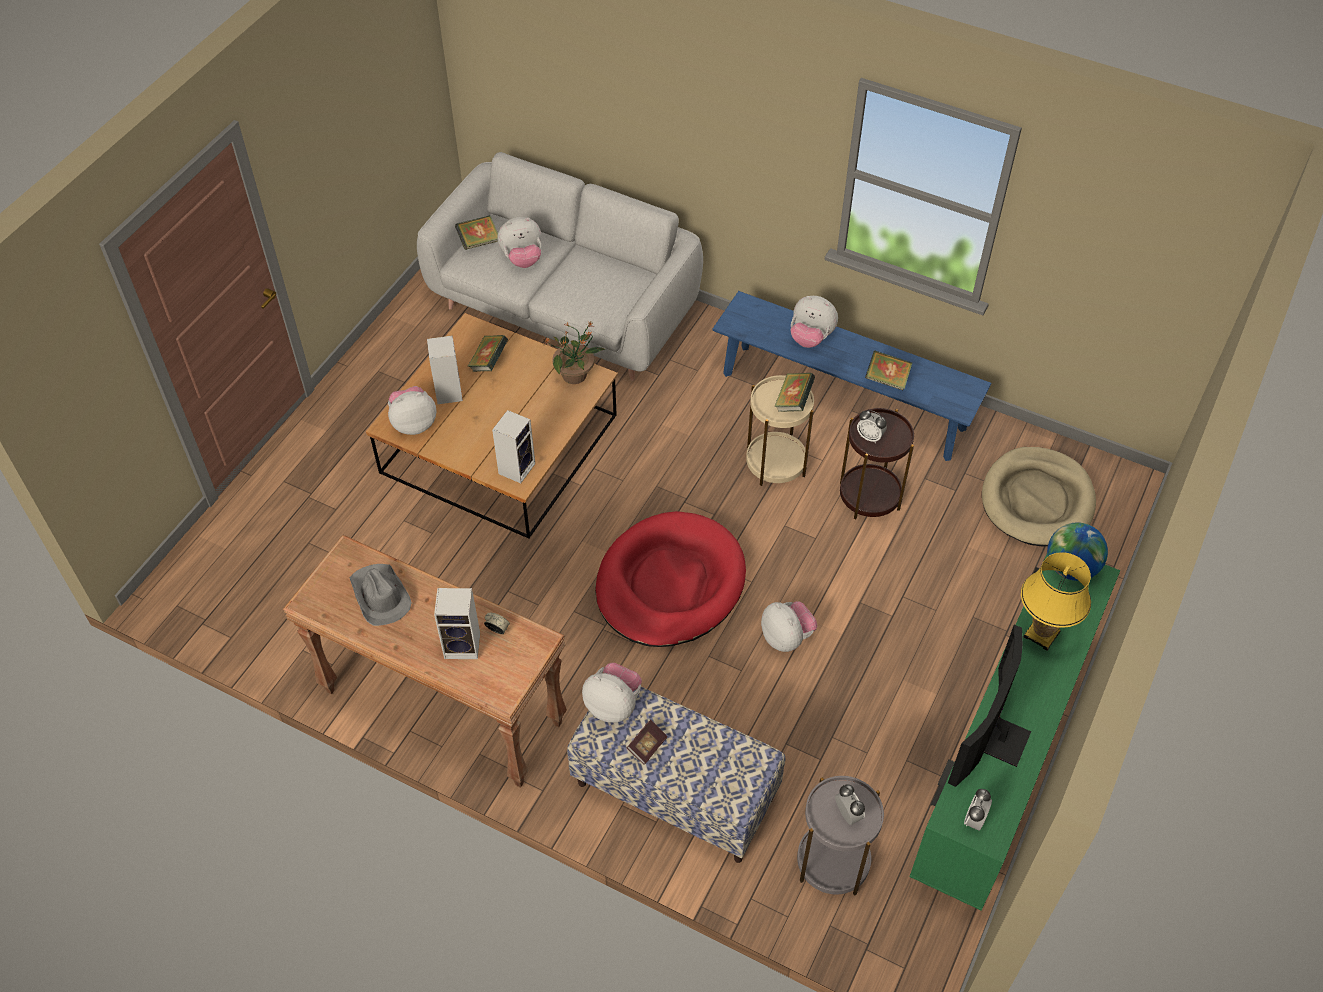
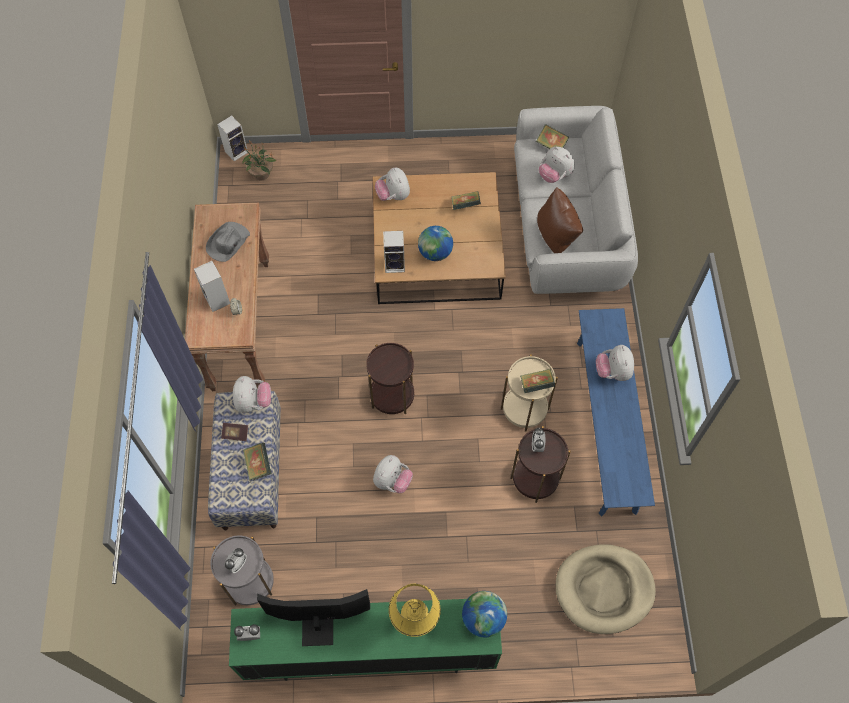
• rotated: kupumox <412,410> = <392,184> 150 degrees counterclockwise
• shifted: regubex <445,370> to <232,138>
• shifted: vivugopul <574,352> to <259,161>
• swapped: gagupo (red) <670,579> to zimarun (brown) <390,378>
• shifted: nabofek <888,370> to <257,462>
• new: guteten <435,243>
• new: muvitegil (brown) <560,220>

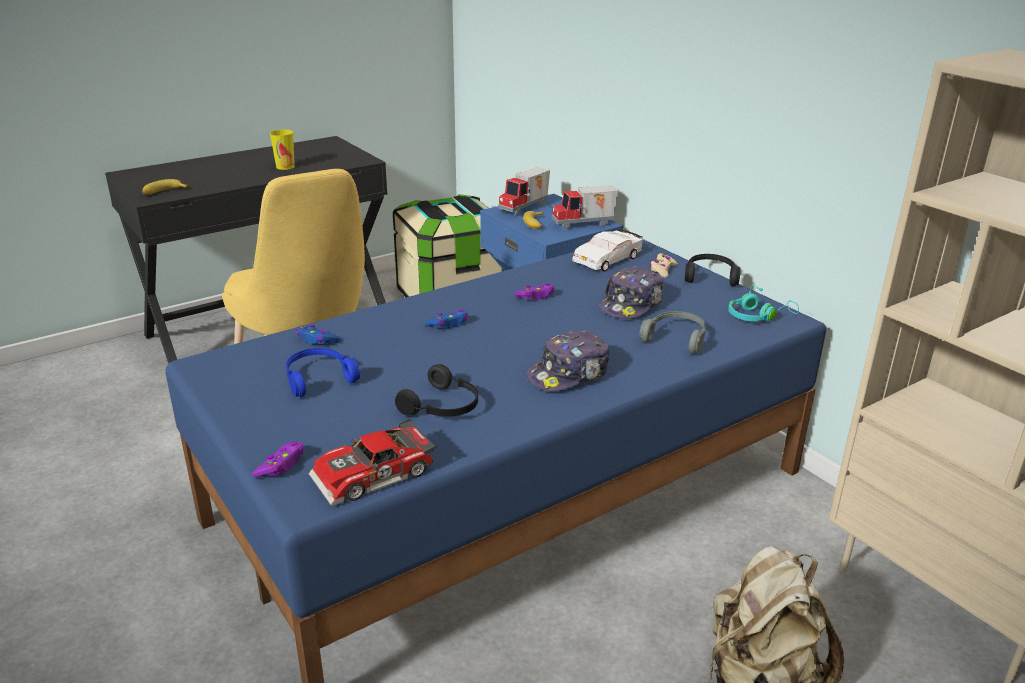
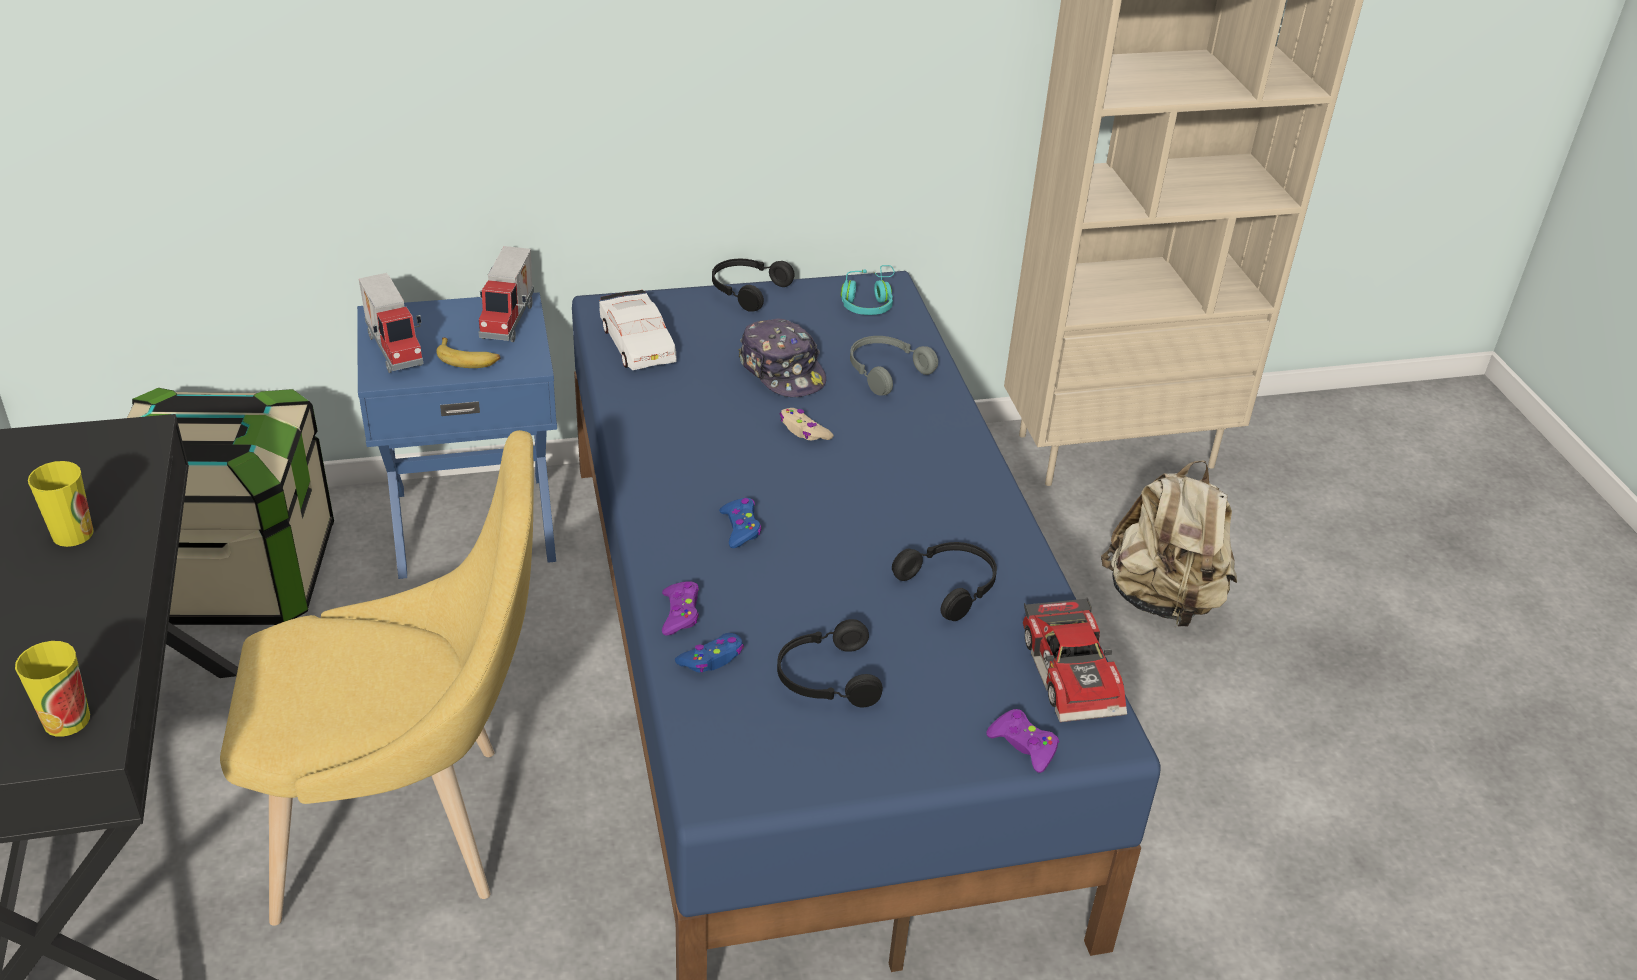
• swapped: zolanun <166,187> to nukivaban <52,689>
• repainted: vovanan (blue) <323,372> to vovanan (black) <830,663>
• shifted: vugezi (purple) <534,291> to <680,608>
• gone: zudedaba <568,361>
• shifted: vugezi (beige) <664,265> to <807,424>

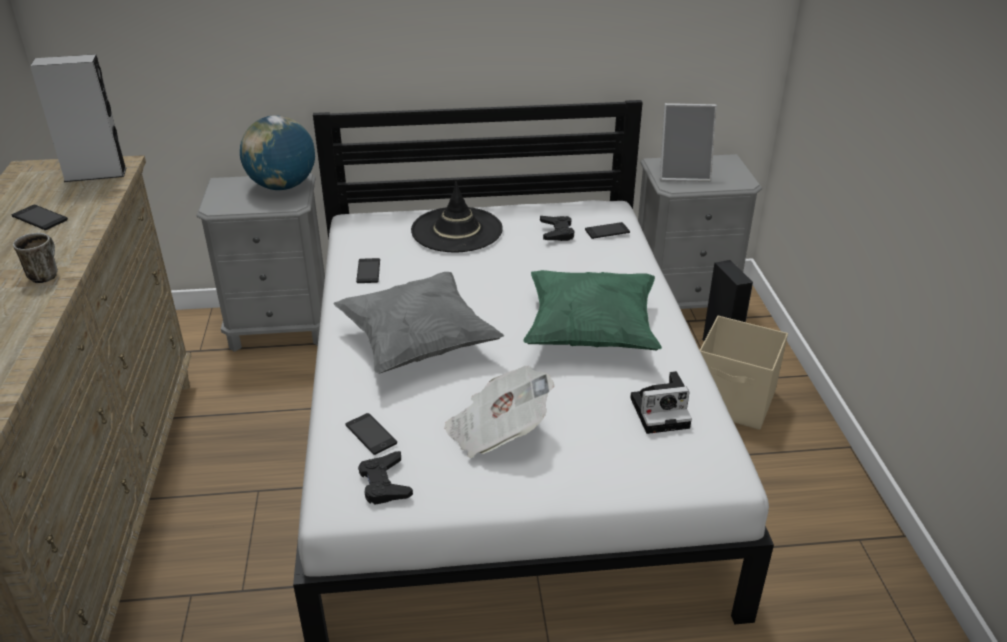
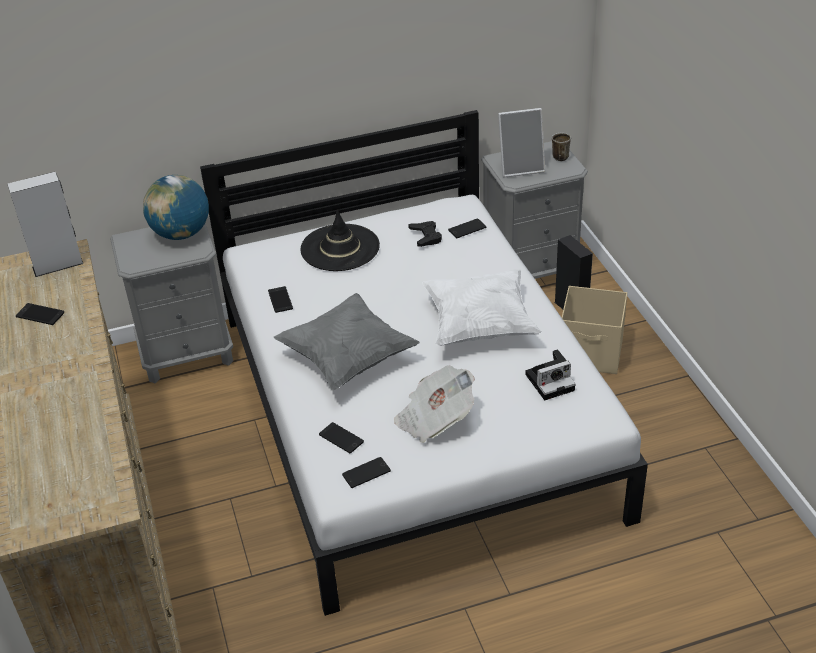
• shifted: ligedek <35,258> to <561,147>
• swapped: vugezi (black) <385,478> to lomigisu <366,472>
• repainted: muvitegil (green) <592,310> to muvitegil (white) <482,307>

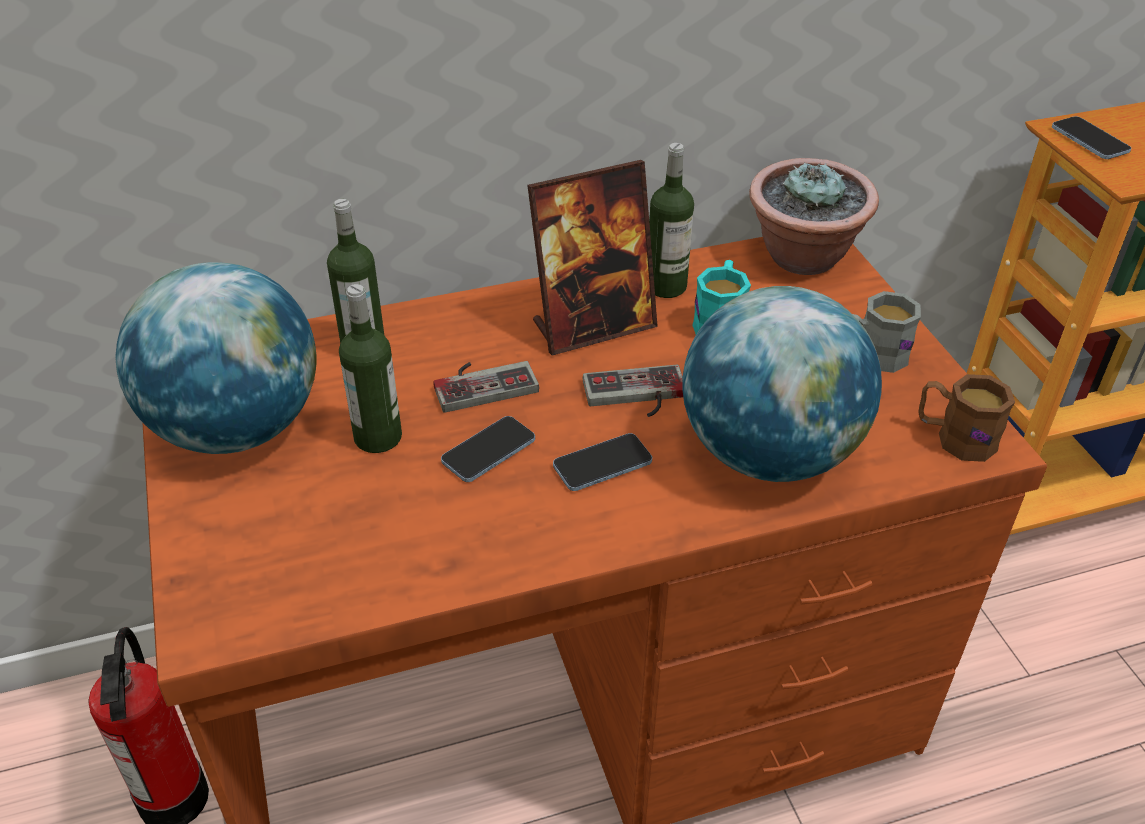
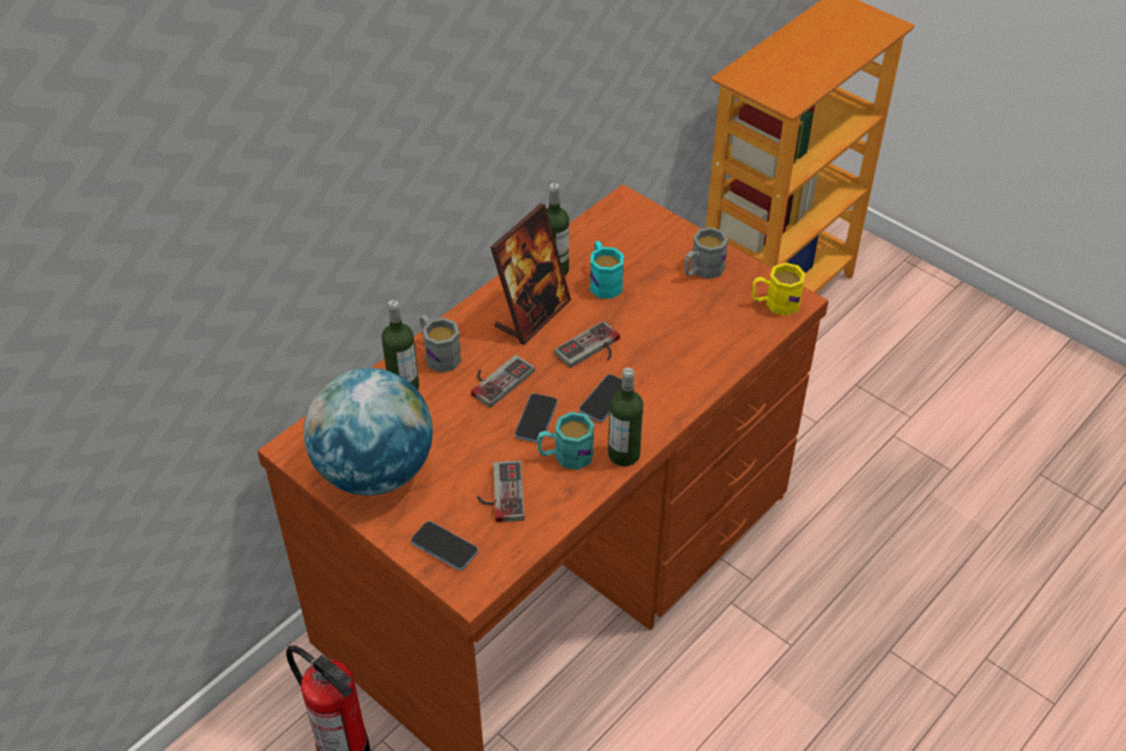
• shifted: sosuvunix <370,368> to <625,416>
• gone: guteten <782,384>
• gone: vivugopul <814,216>
• repainted: ligedek (brown) <966,418> to ligedek (yellow) <779,289>
• shifted: lomigisu <1091,137> to <444,546>
• new: ligedek (grey) <441,344>
• new: vugezi <501,491>
• new: ligedek (turquoise) <565,441>

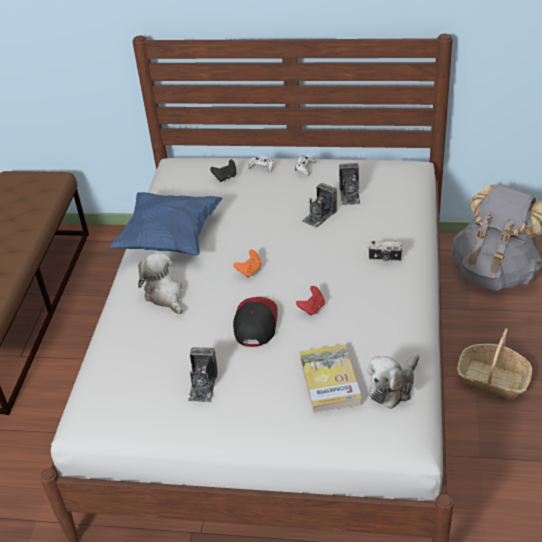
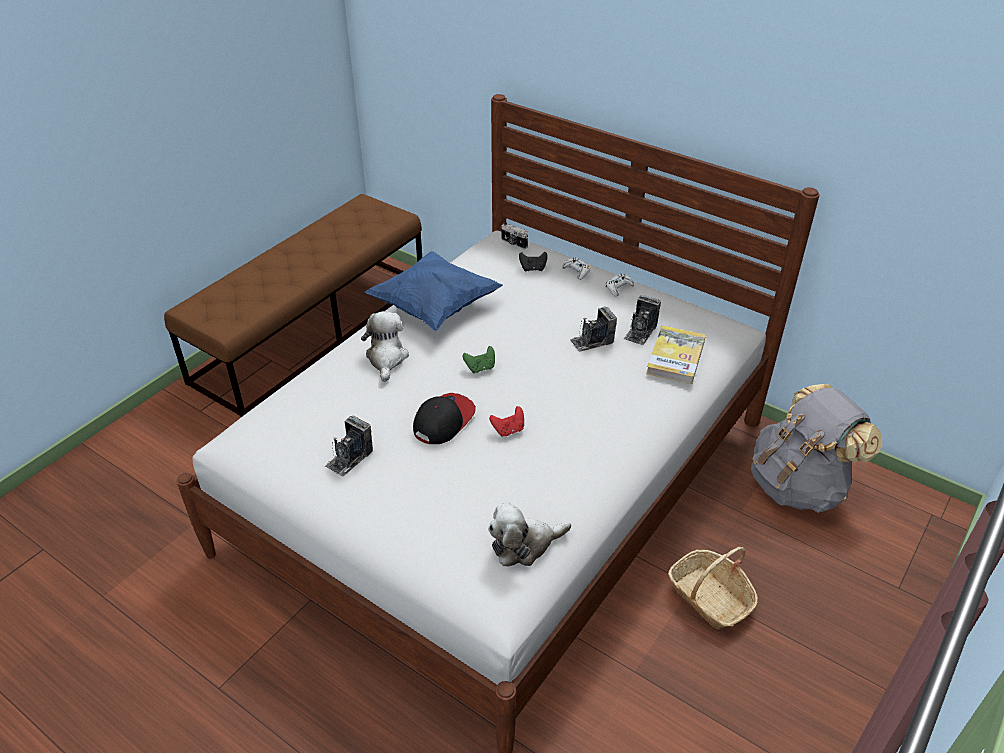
• repainted: vugezi (orange) <248,263> to vugezi (green) <479,359>
• shifted: nabofek <330,378> to <676,354>
• shifted: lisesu <385,251> to <514,236>

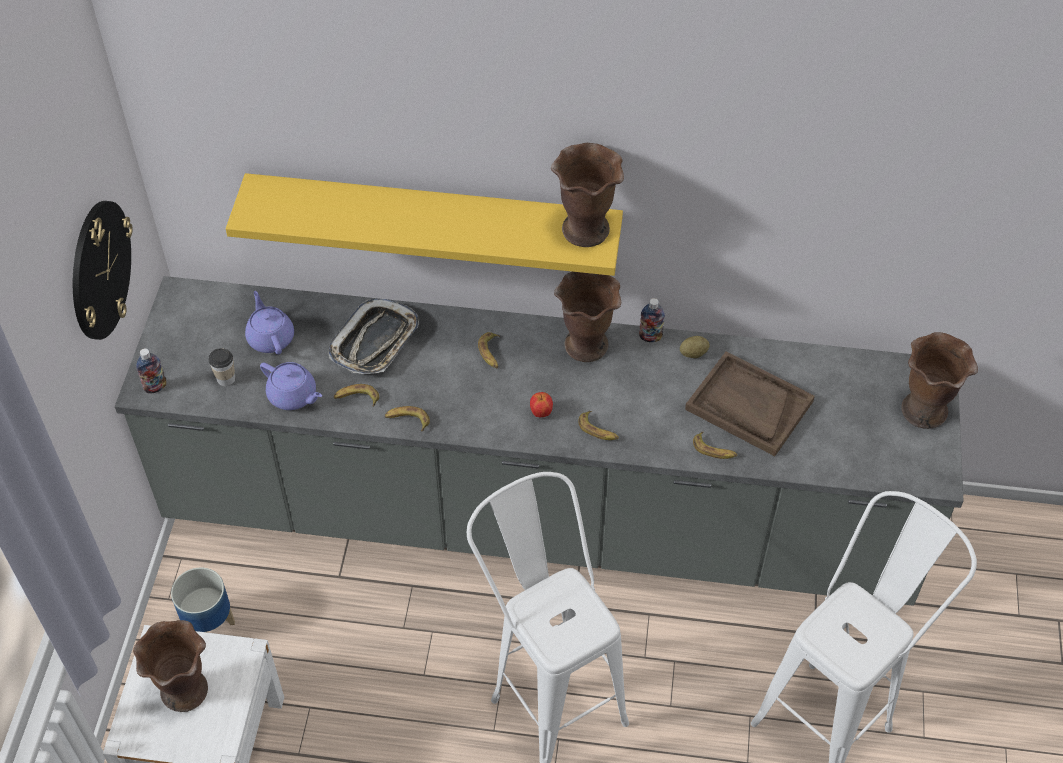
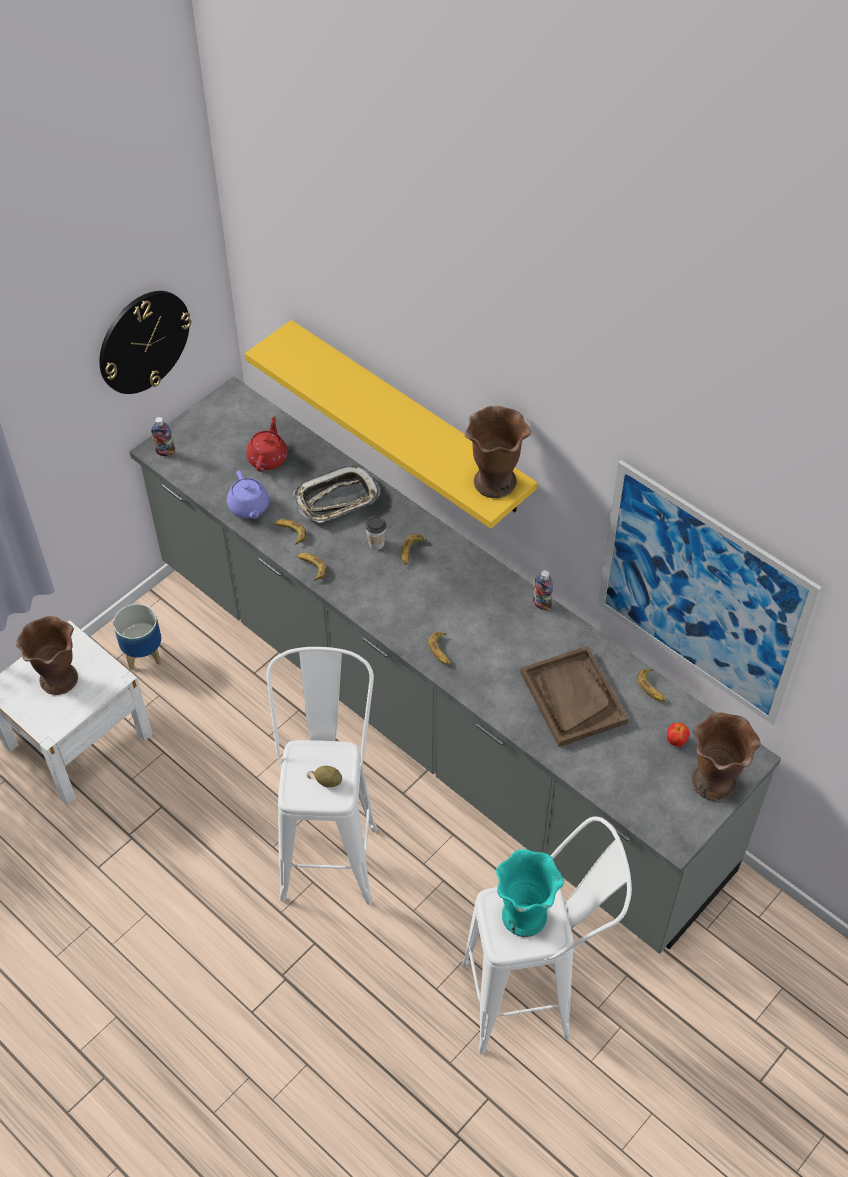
• shifted: nukivaban <221,367> to <375,533>
• repainted: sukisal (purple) <269,323> to sukisal (red) <267,444>
• shifted: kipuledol <541,404> to <678,735>
• gone: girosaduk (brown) <587,317>
• shifted: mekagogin <695,347> to <328,776>
• shifted: zolanun <715,445> to <651,685>
• new: girosaduk (turquoise) <530,893>
• new: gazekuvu <710,593>

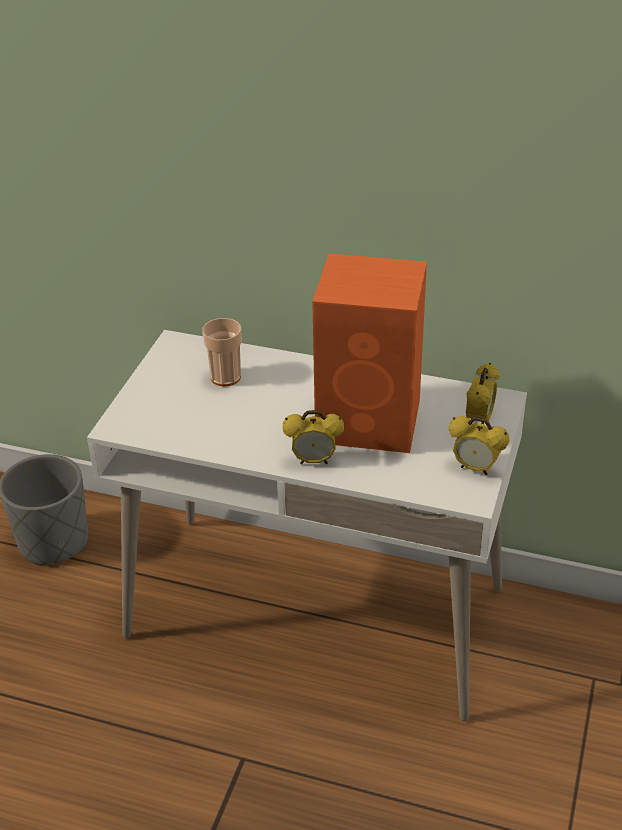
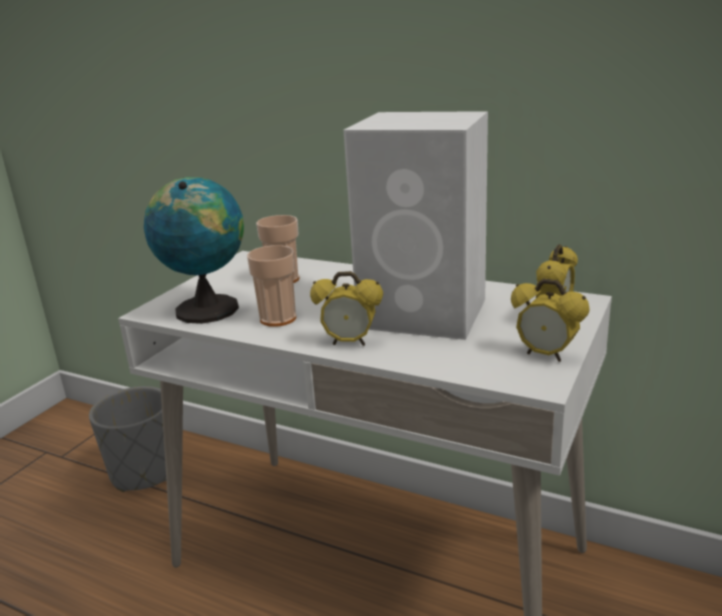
• repainted: regubex (orange) <369,353> to regubex (white) <416,225>
• new: guteten <194,250>
• new: nukivaban <272,286>

